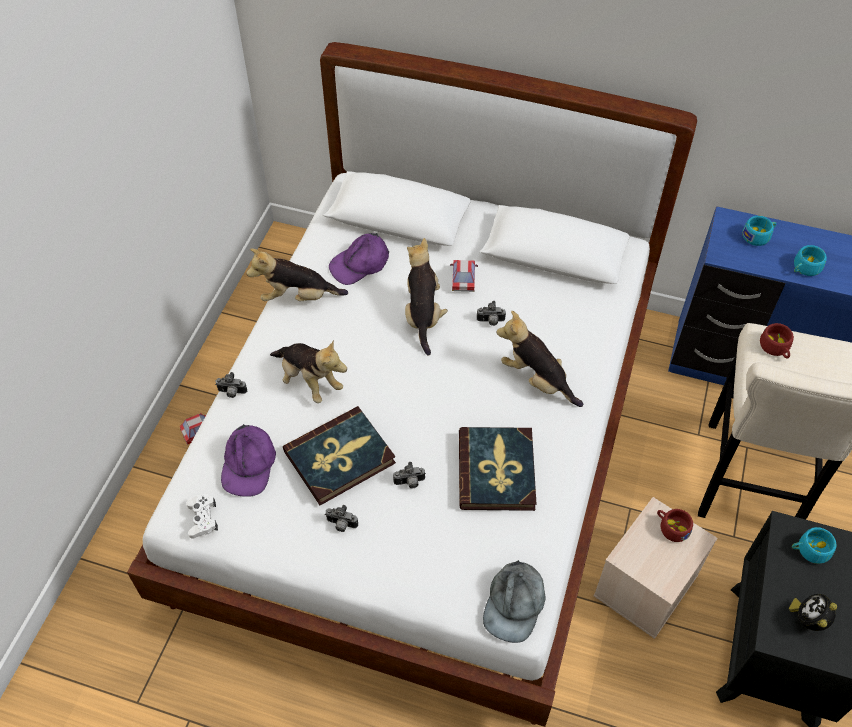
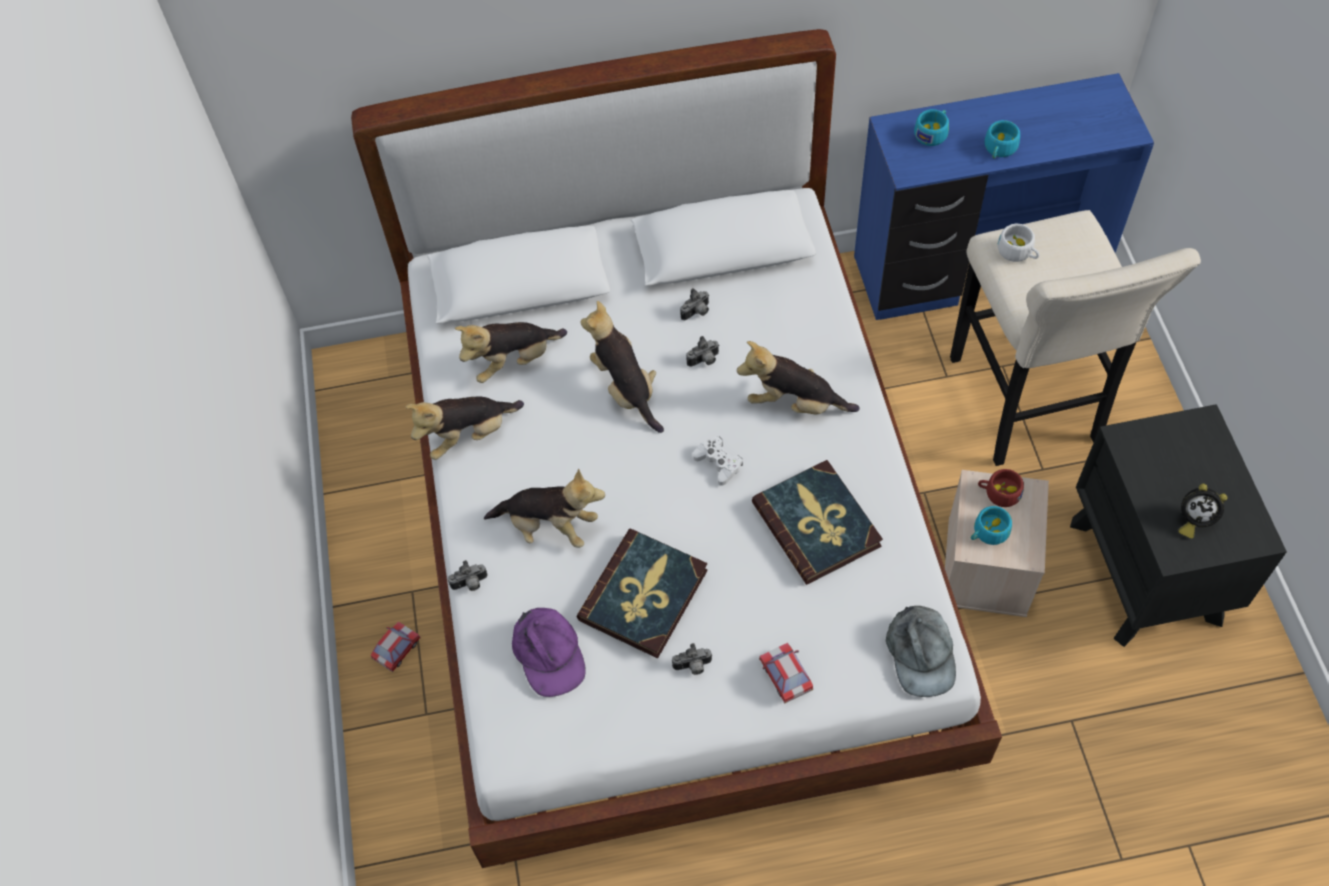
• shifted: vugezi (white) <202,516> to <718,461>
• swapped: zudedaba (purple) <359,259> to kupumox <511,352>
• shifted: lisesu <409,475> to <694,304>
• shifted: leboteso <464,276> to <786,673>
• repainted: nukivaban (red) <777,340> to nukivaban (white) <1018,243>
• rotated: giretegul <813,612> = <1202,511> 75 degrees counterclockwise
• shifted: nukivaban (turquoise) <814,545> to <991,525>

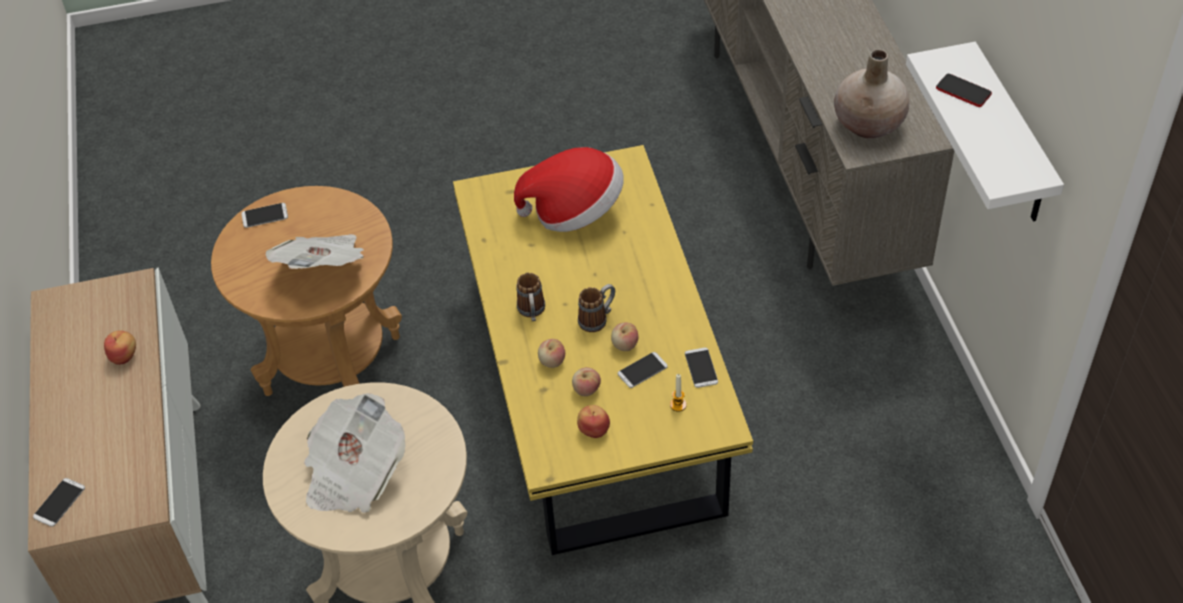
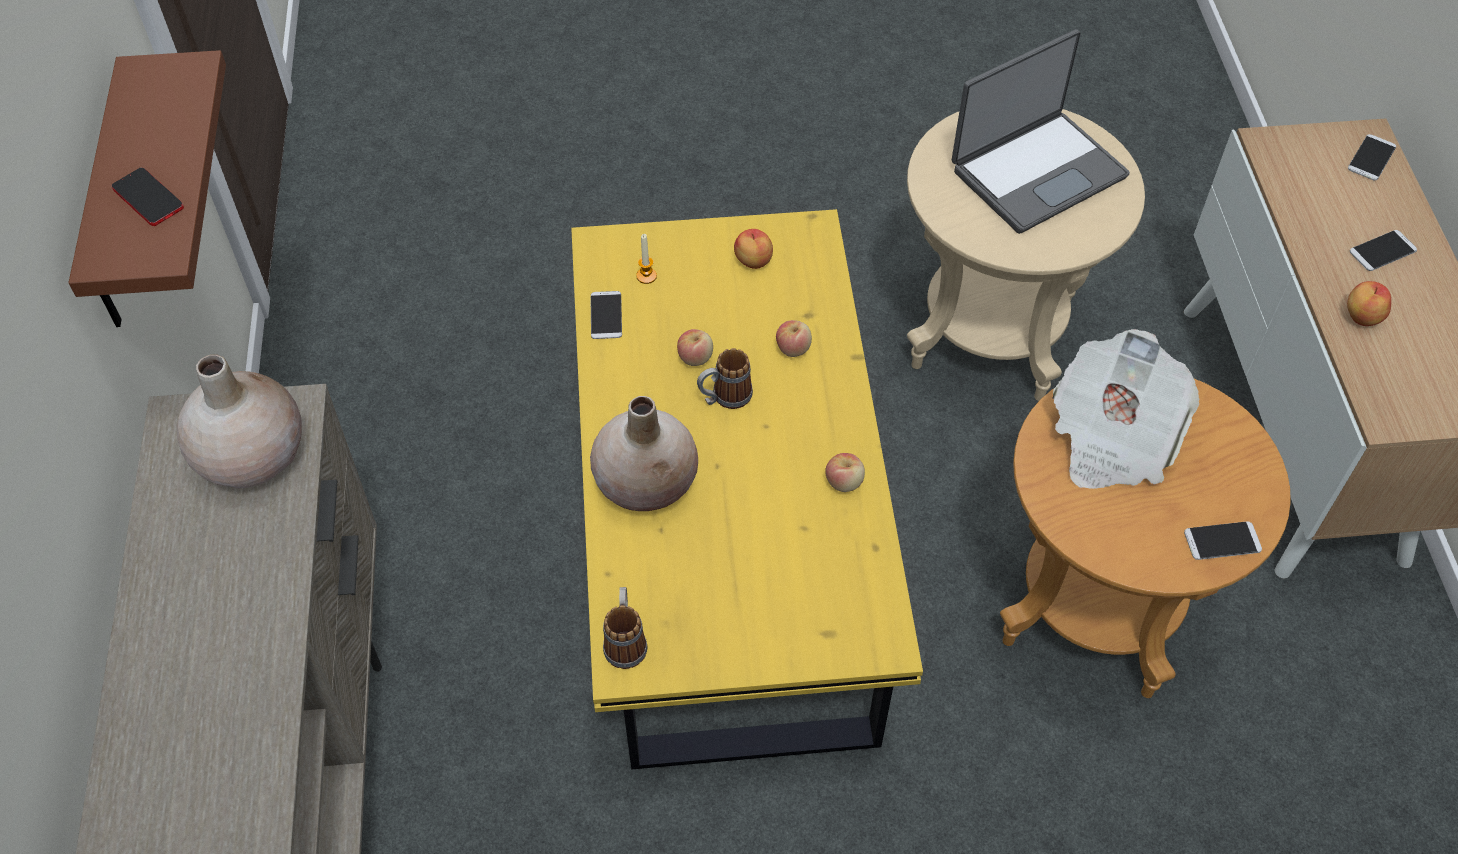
• swapped: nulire <355,453> to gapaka <1041,131>
• gone: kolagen <569,189>
• shifted: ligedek <531,297> to <625,628>
• shifted: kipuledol <586,381> to <845,472>
• shifted: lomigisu <643,370> to <1383,250>
• repainted: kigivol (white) <985,131> to kigivol (brown) <147,188>
• new: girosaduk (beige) <644,453>

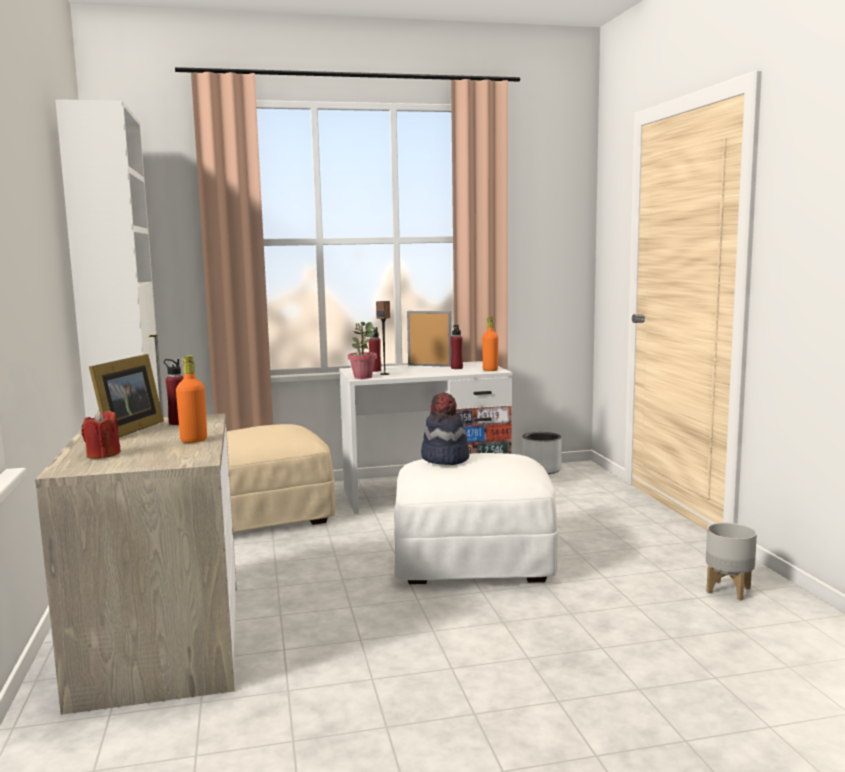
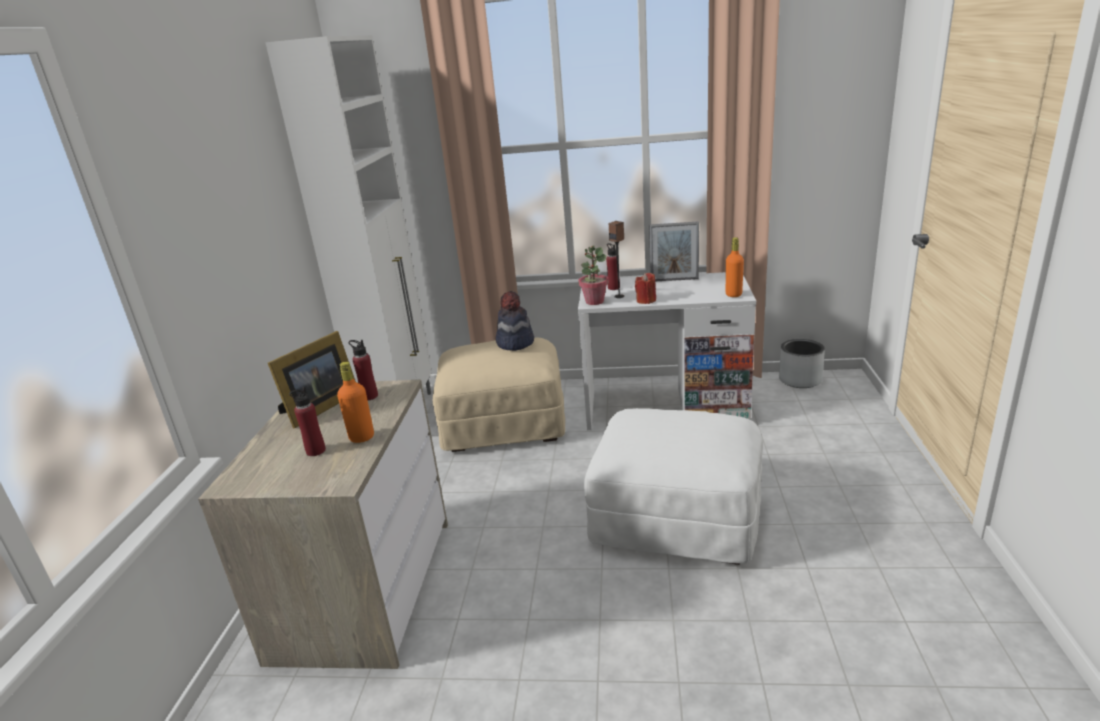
• shifted: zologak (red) <101,434> to <645,288>
• rotated: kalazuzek <429,339> = <674,251> 150 degrees clockwise
• shifted: kolagen <445,428> to <515,321>
• shifted: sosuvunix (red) <457,346> to <307,421>
• gone: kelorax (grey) <731,561>

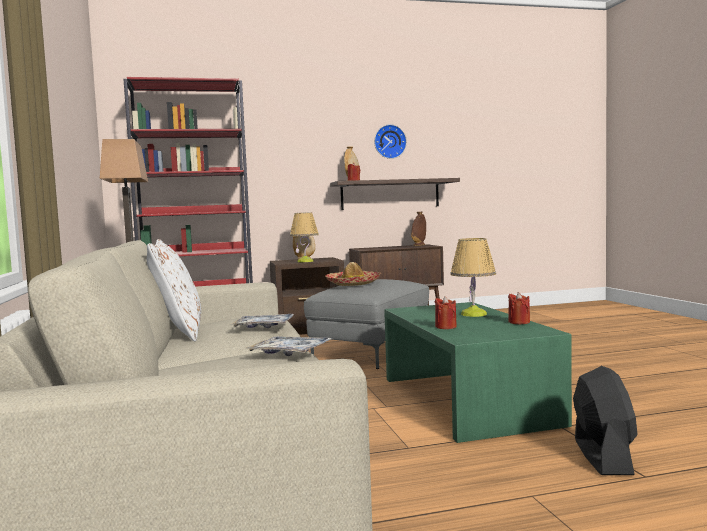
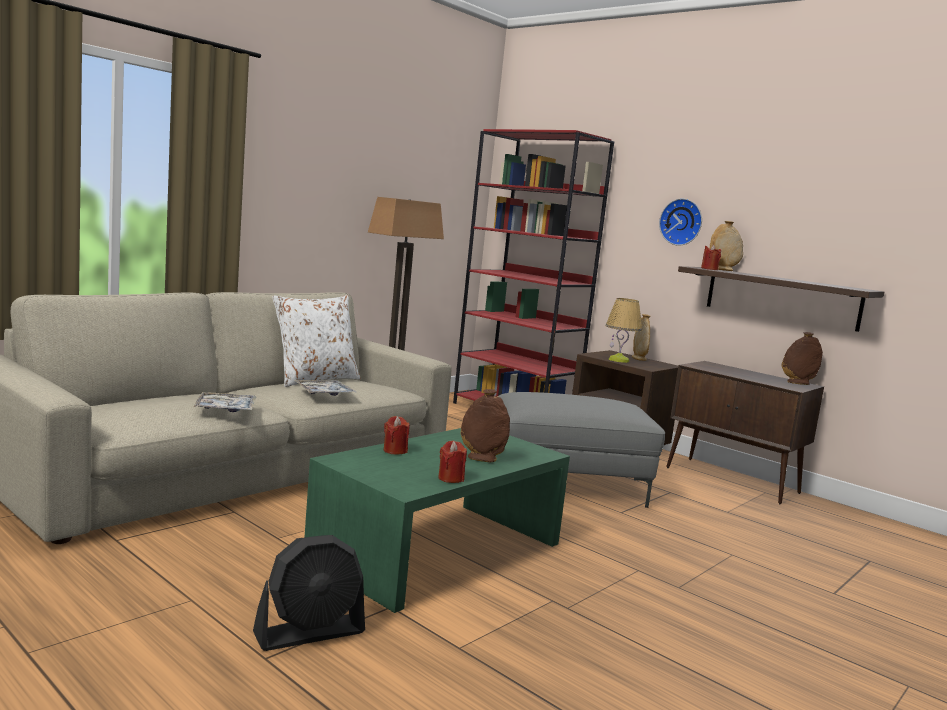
• gone: kolagen <353,274>
• shifted: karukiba <390,141> to <680,222>
• swapped: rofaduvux <473,277> to girosaduk (brown) <485,425>

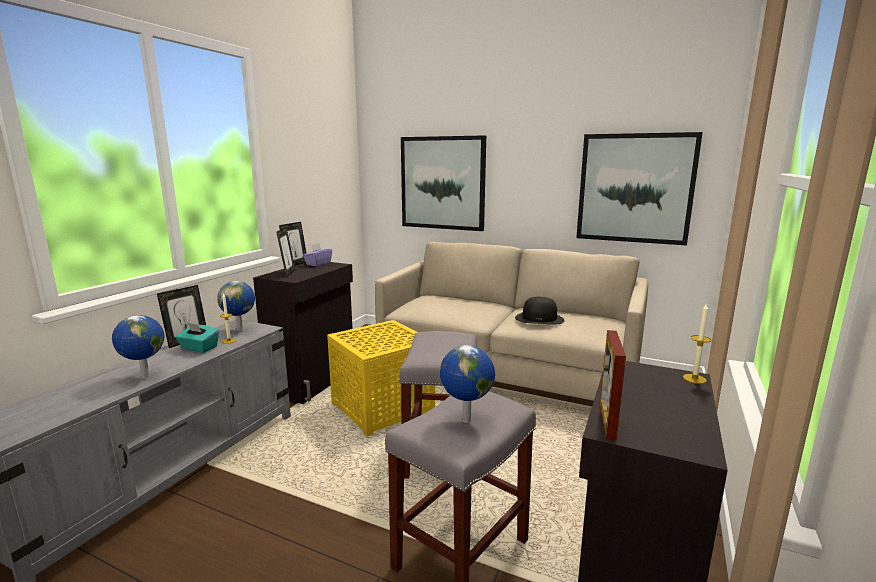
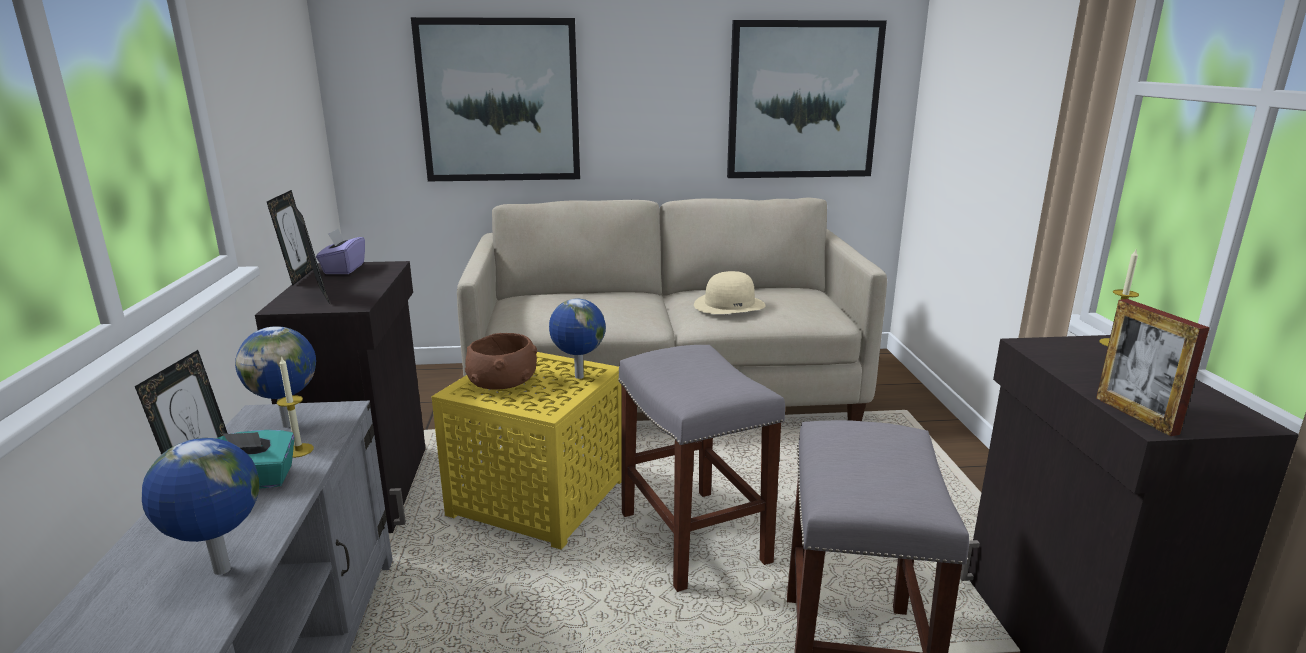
• shifted: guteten <467,384> to <577,338>
• repainted: kolagen (black) <540,311> to kolagen (beige) <730,292>
• new: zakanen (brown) <501,361>

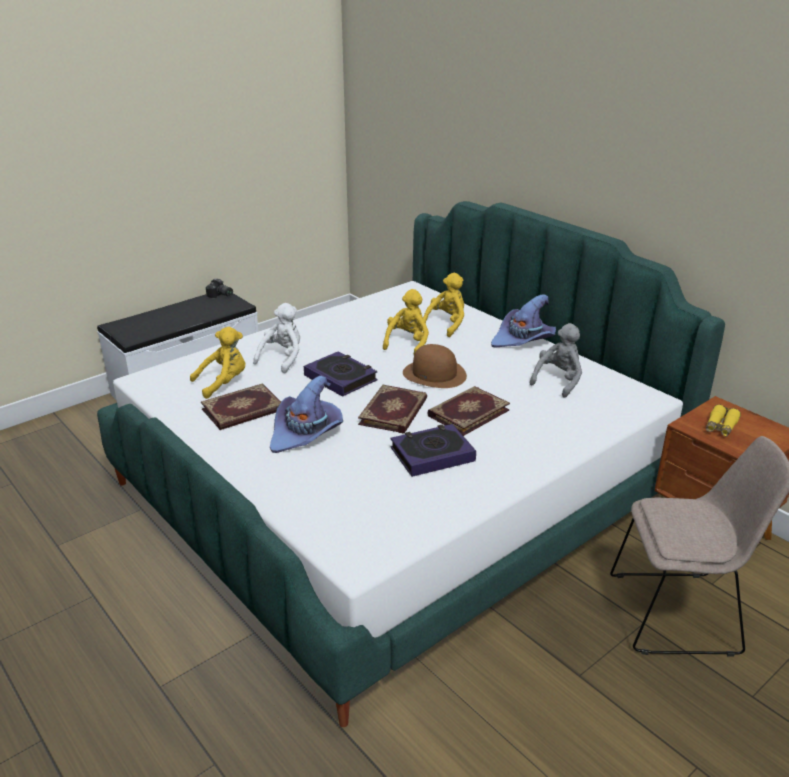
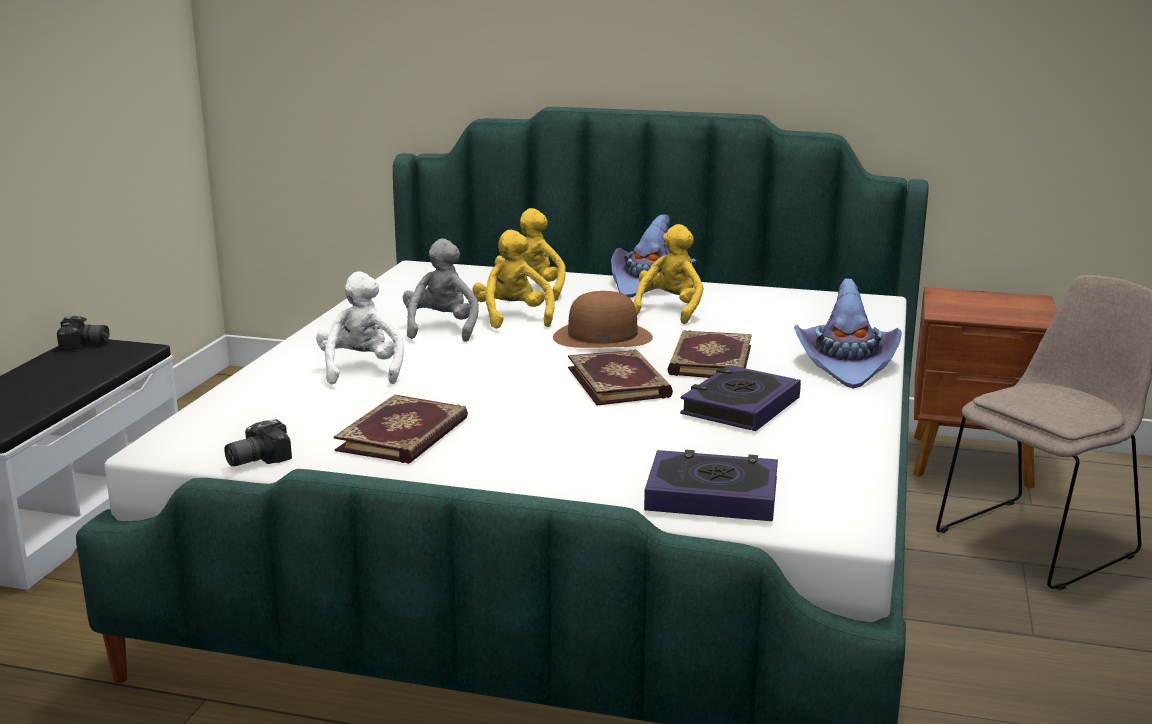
• shifted: kupumox (yellow) <217,363> to <669,274>
• shifted: kolagen (purple) <306,414> to <848,334>
• shifted: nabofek <340,374> to <711,485>
• shifted: kupumox (grey) <556,360> to <441,290>
• gone: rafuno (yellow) <723,420>
• new: lisesu <258,442>

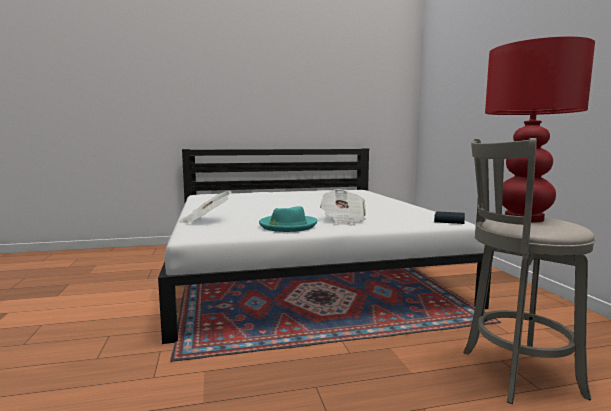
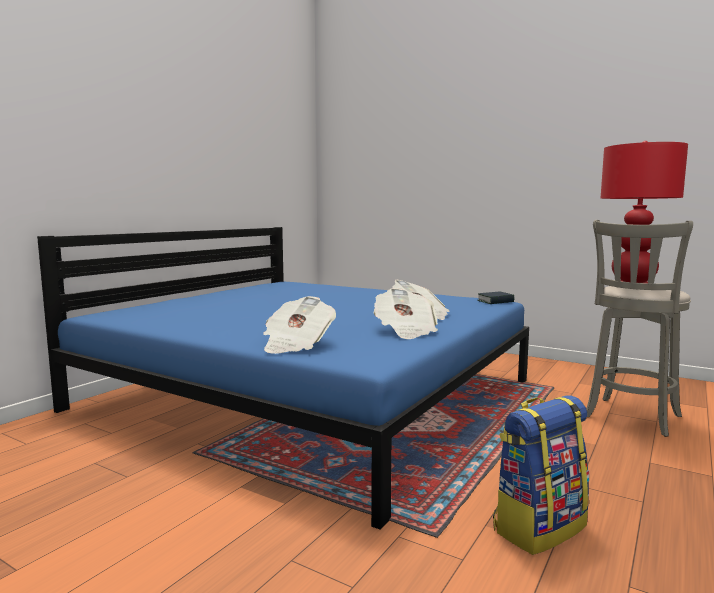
• repainted: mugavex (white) <325,246> to mugavex (blue) <283,378>
• swapped: kolagen (turquoise) <288,219> to nulire <405,313>
• new: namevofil <541,475>

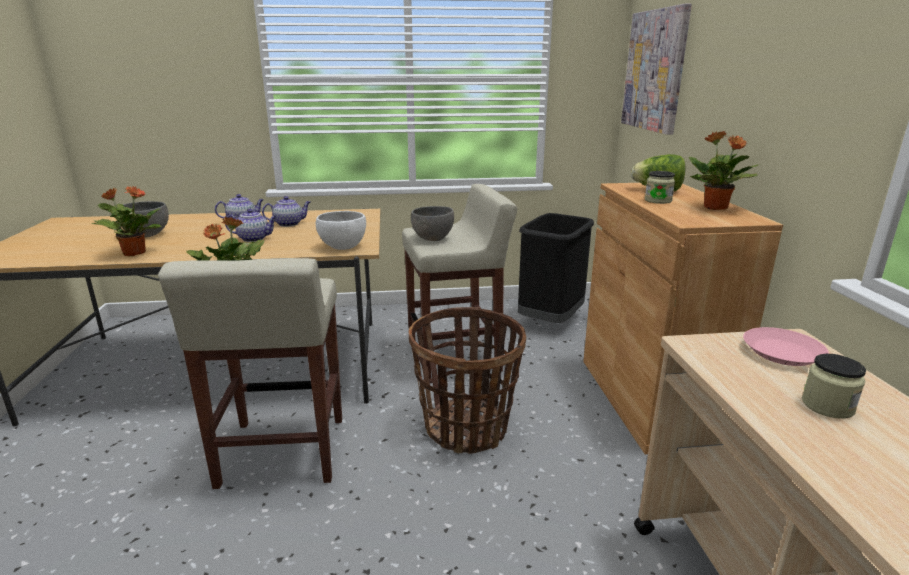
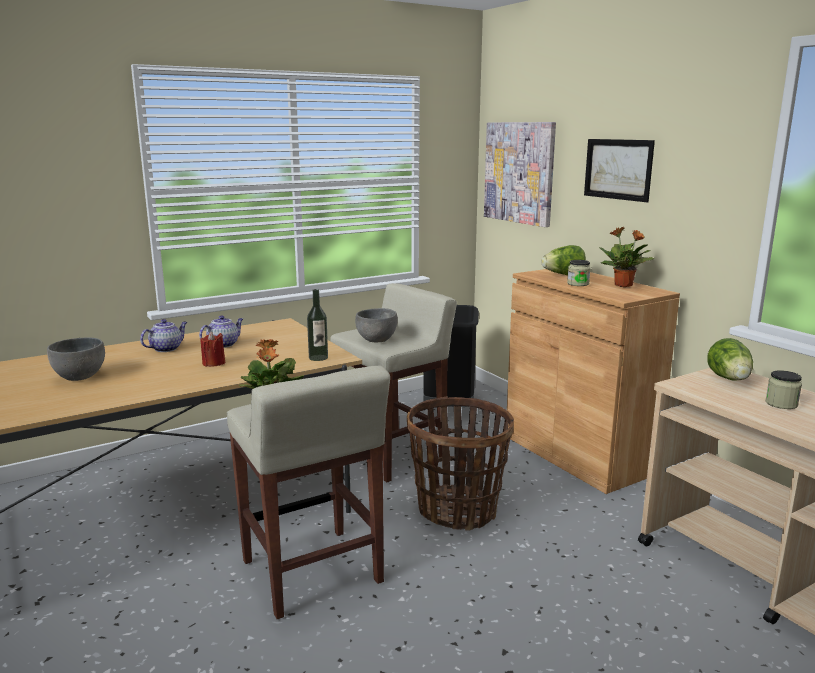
• gone: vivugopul <126,221>
• swapped: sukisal <251,225> to zologak (red) <212,349>
• swapped: zakanen (white) <341,230> to sosuvunix <317,325>
• swapped: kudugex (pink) <786,346> to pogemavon <730,359>
• new: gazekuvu <619,170>

